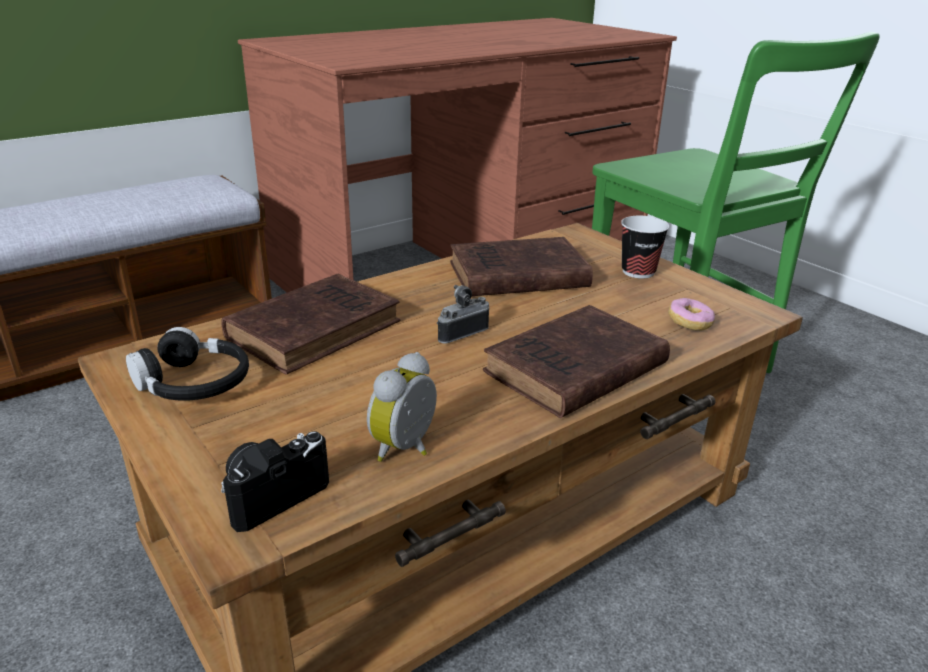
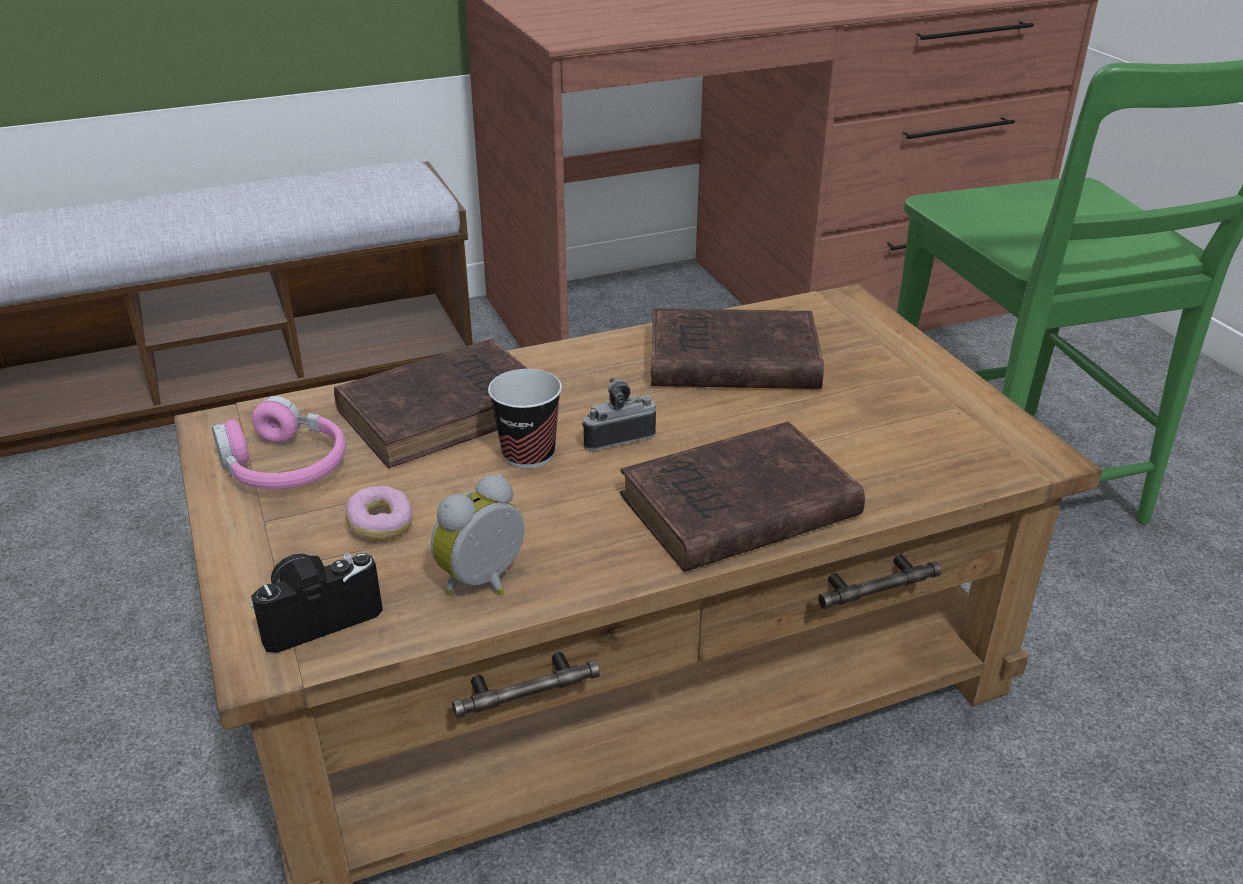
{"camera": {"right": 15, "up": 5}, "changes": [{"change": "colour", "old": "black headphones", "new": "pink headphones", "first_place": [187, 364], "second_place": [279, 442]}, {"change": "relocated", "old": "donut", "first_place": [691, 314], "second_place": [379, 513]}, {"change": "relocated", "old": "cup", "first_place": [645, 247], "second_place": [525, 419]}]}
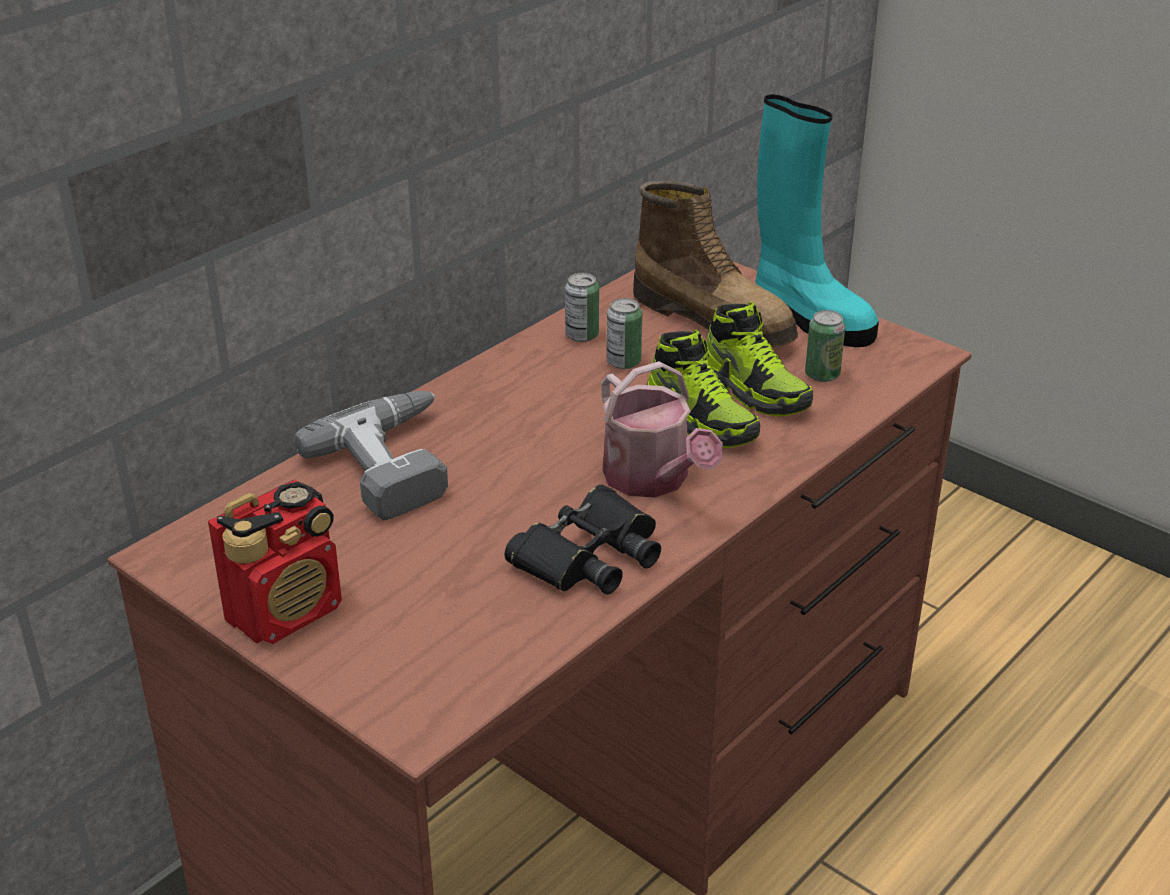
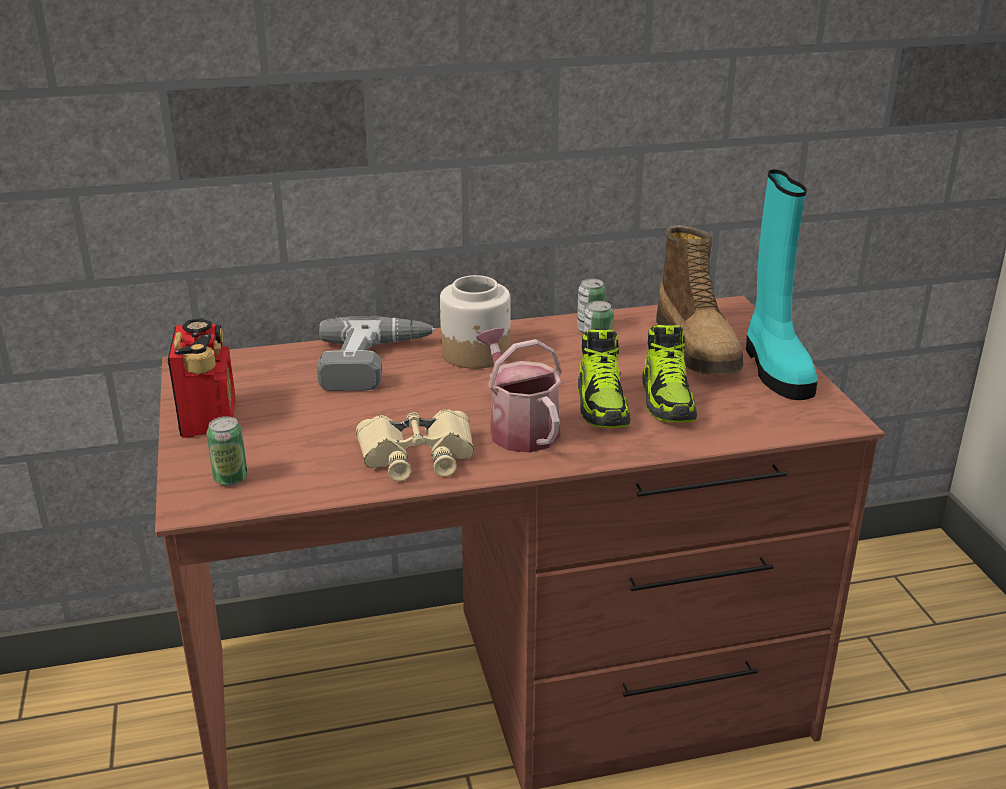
{"camera": {"right": 35, "up": -5}, "changes": [{"change": "spun", "old": "radio", "first_place": [275, 561], "second_place": [201, 378], "degrees": -90}, {"change": "relocated", "old": "can", "first_place": [825, 346], "second_place": [227, 451]}, {"change": "colour", "old": "black binoculars", "new": "beige binoculars", "first_place": [583, 539], "second_place": [415, 445]}, {"change": "appeared", "new": "jar", "second_place": [475, 322]}, {"change": "spun", "old": "watering can", "first_place": [662, 429], "second_place": [519, 390], "degrees": 150}]}
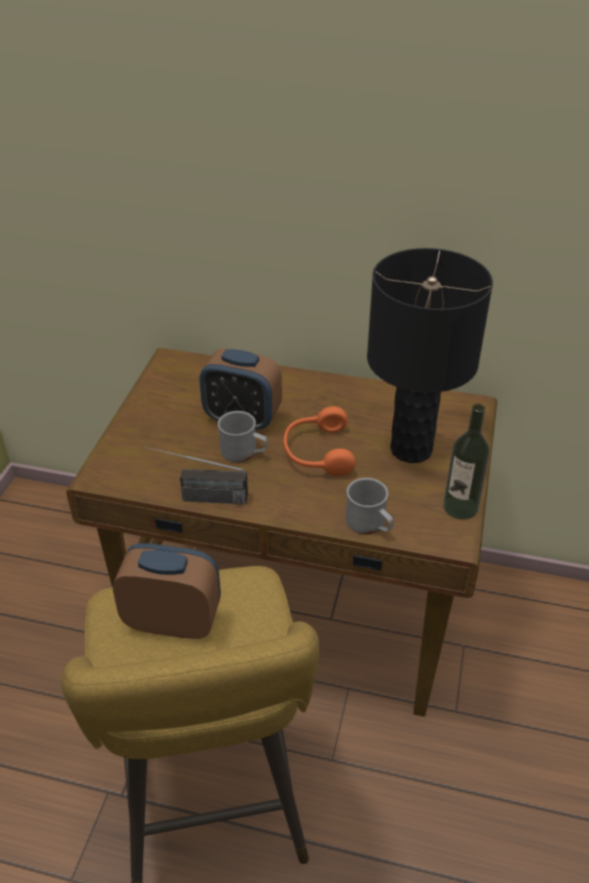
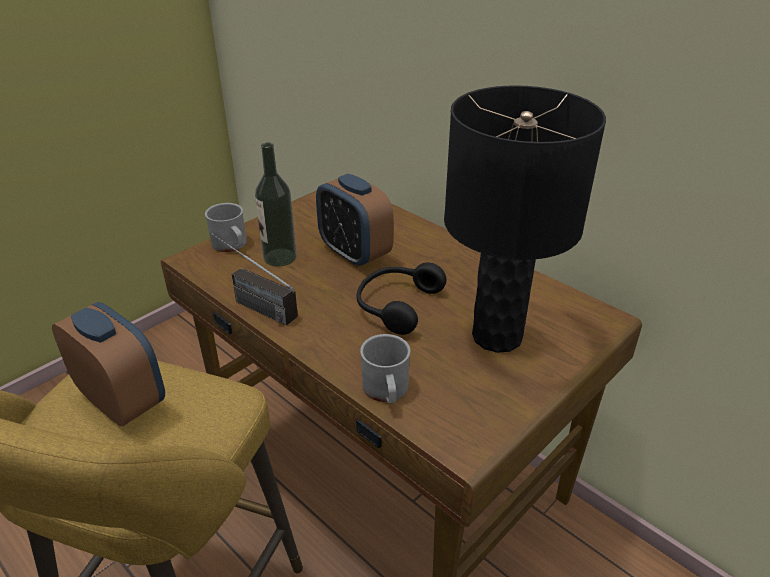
{"camera": {"right": 30, "up": -5}, "changes": [{"change": "relocated", "old": "grey mug", "first_place": [243, 436], "second_place": [226, 227]}, {"change": "relocated", "old": "bottle", "first_place": [466, 462], "second_place": [276, 204]}, {"change": "colour", "old": "orange headphones", "new": "black headphones", "first_place": [319, 441], "second_place": [402, 298]}]}
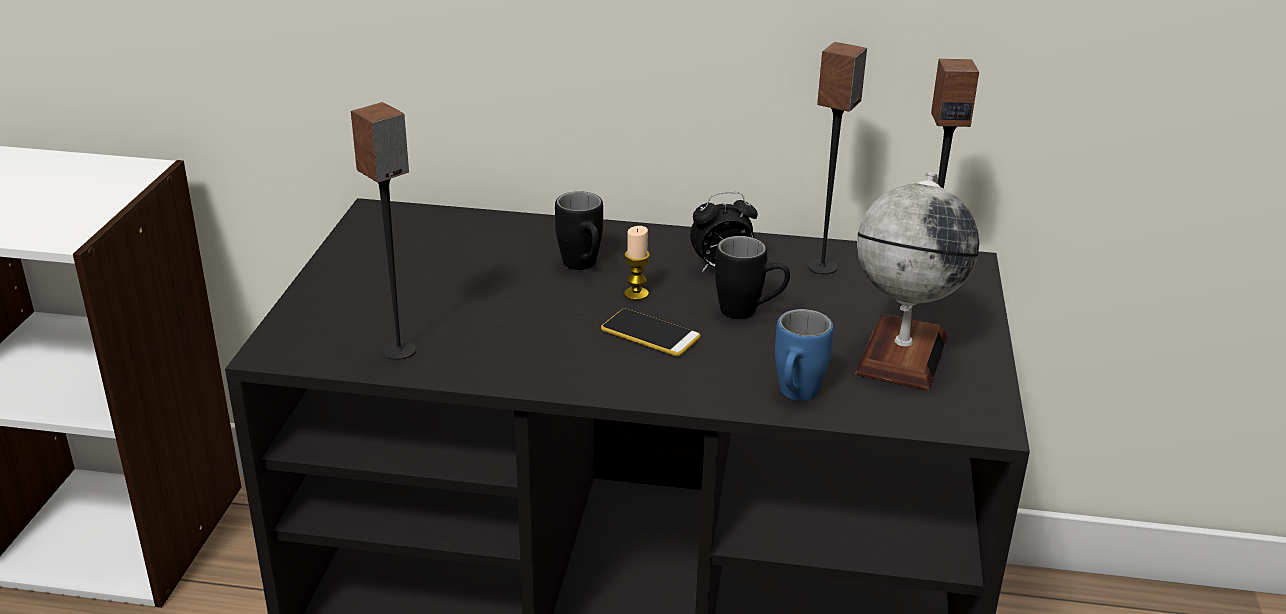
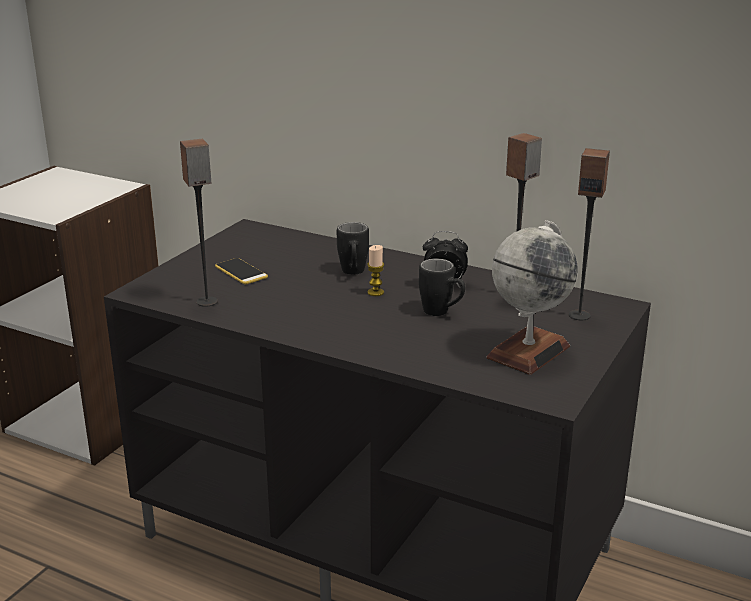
{"camera": {"right": 20, "up": -5}, "changes": [{"change": "relocated", "old": "phone", "first_place": [650, 332], "second_place": [241, 271]}, {"change": "missing", "old": "blue mug", "first_place": [804, 355]}]}
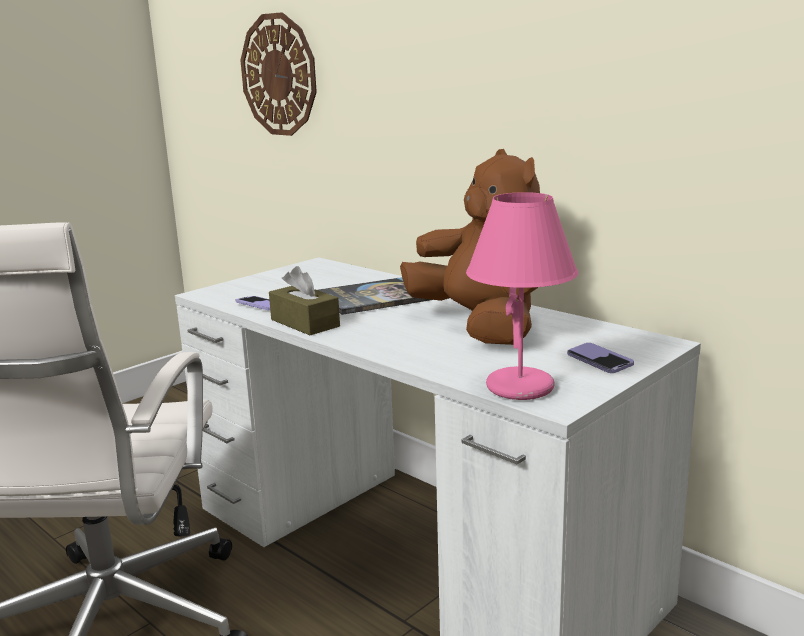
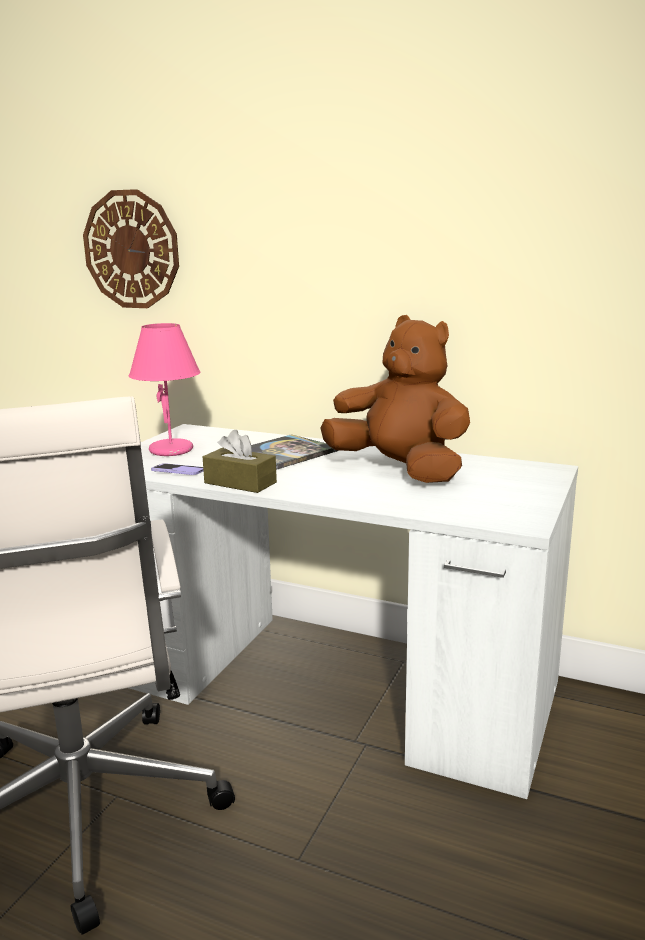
{"camera": {"right": -20, "up": 0}, "changes": [{"change": "relocated", "old": "pink table lamp", "first_place": [522, 296], "second_place": [165, 389]}, {"change": "missing", "old": "phone", "first_place": [600, 358]}]}
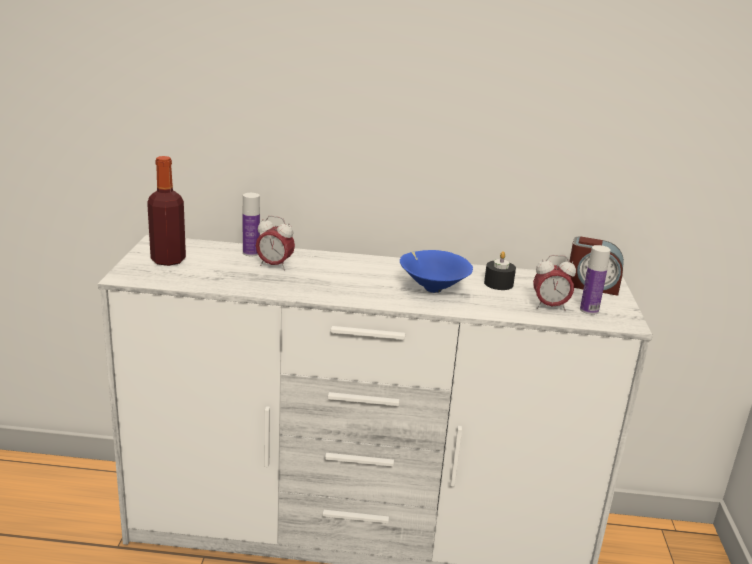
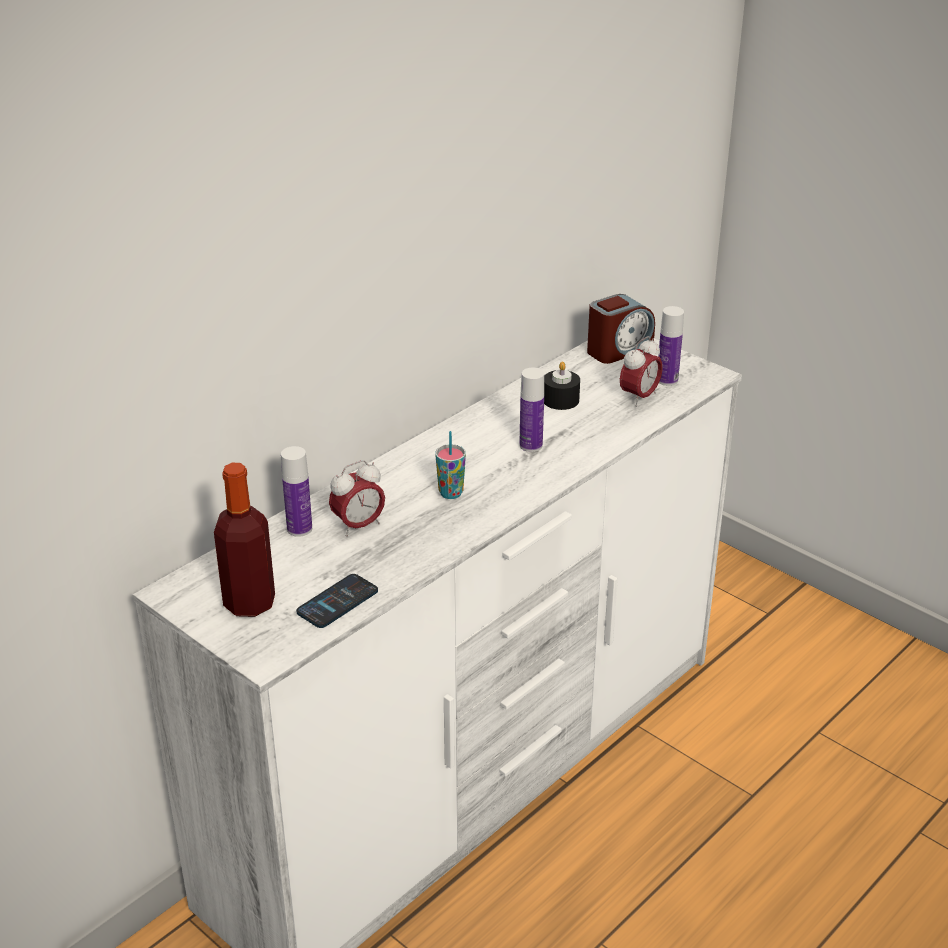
{"camera": {"right": -50, "up": 10}, "changes": [{"change": "appeared", "new": "phone", "second_place": [337, 601]}, {"change": "appeared", "new": "cup", "second_place": [450, 465]}, {"change": "exchanged", "old": "blue bowl", "new": "bottle", "first_place": [436, 271], "second_place": [531, 410]}]}
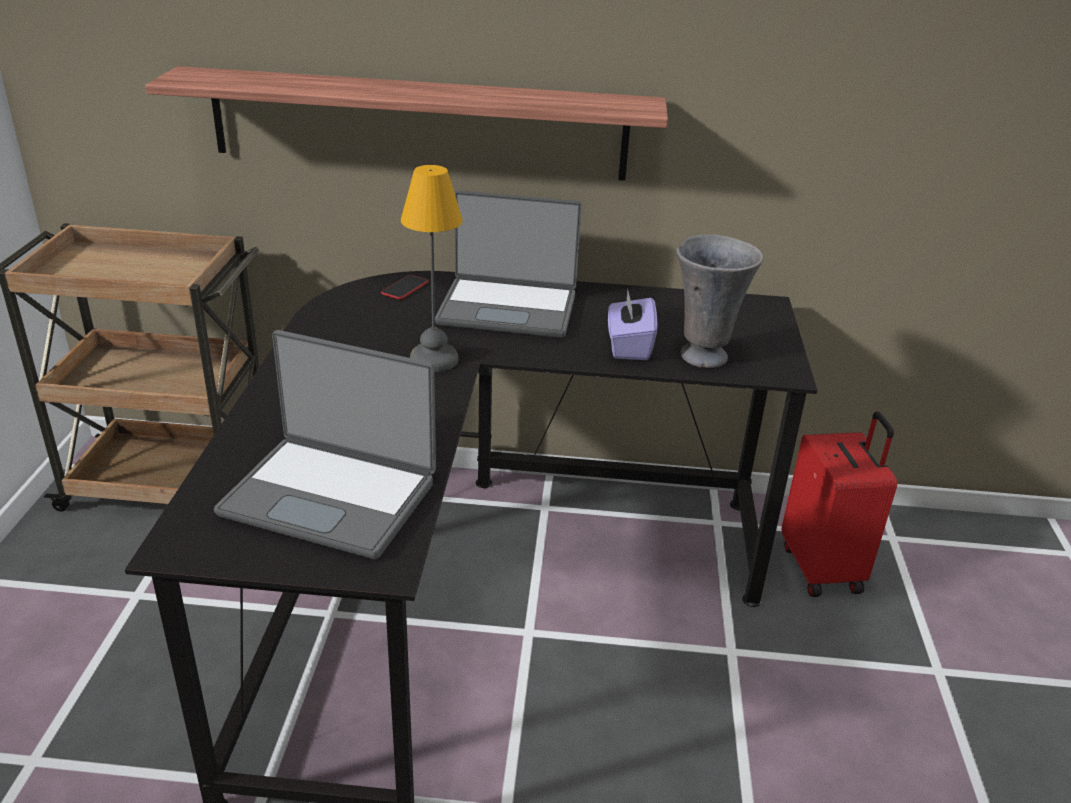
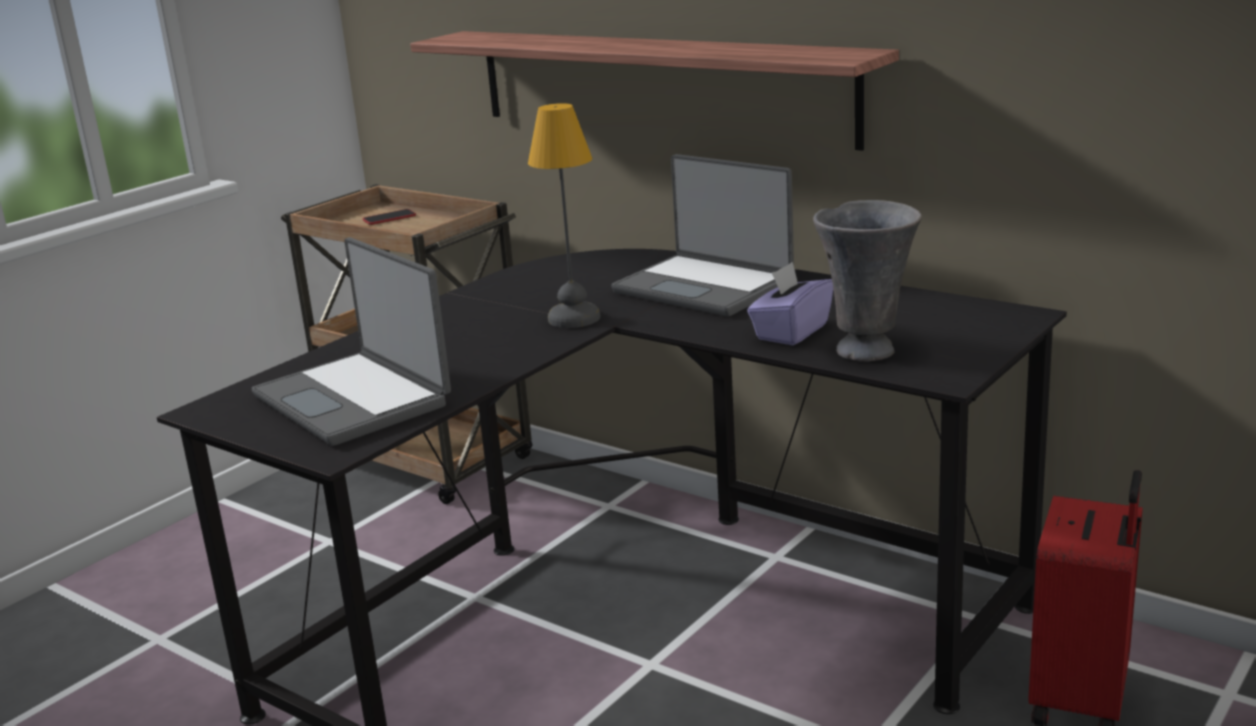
{"camera": {"right": 35, "up": -10}, "changes": [{"change": "relocated", "old": "phone", "first_place": [405, 287], "second_place": [389, 217]}]}
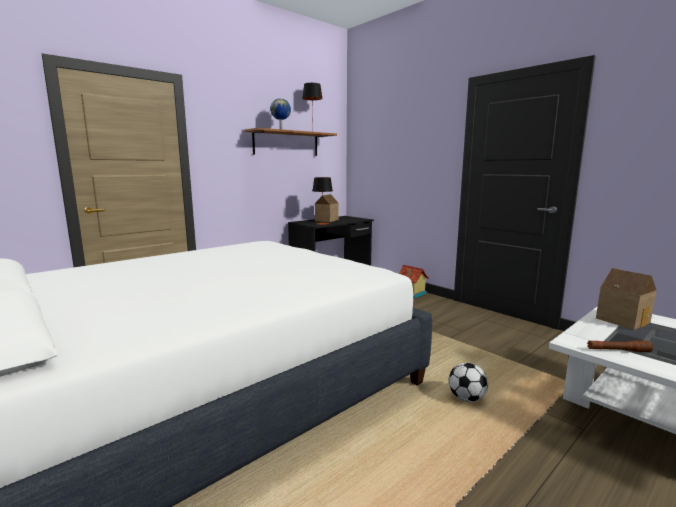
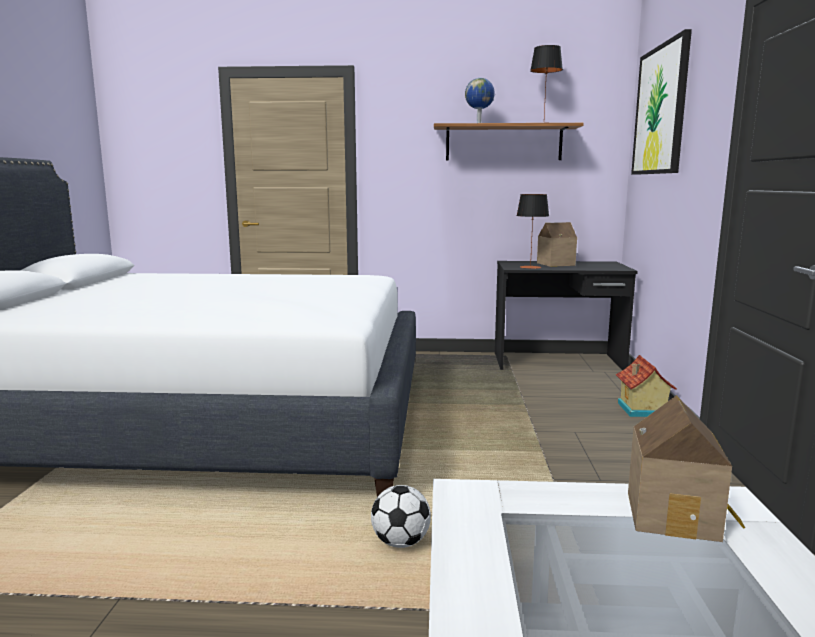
{"camera": {"right": 45, "up": 0}, "changes": [{"change": "appeared", "new": "picture", "second_place": [661, 102]}, {"change": "missing", "old": "brown flashlight", "first_place": [620, 346]}]}
